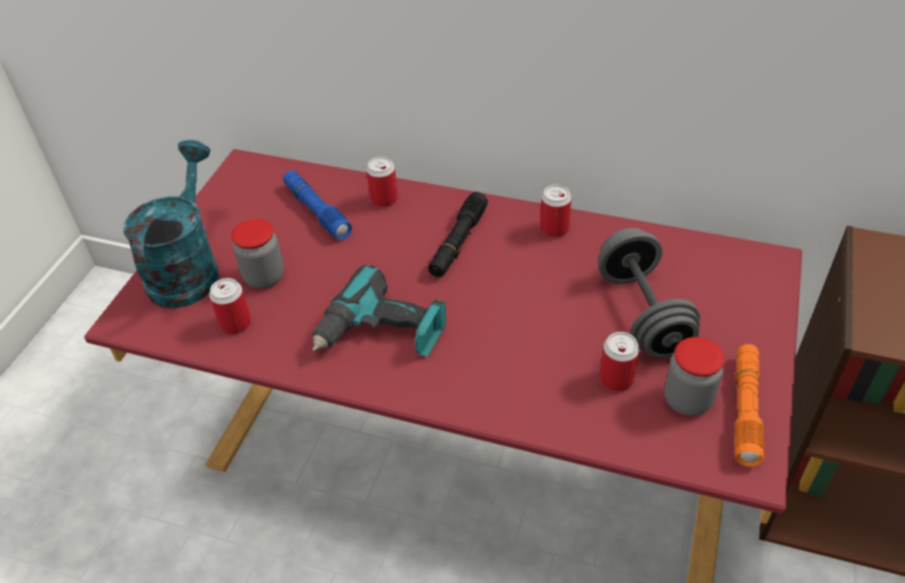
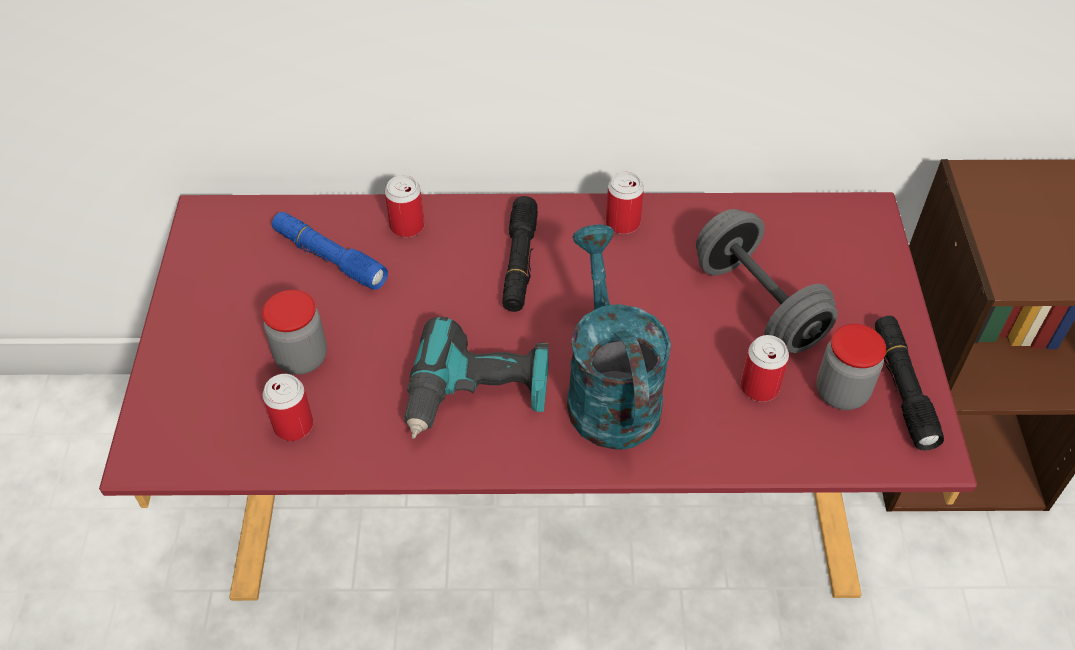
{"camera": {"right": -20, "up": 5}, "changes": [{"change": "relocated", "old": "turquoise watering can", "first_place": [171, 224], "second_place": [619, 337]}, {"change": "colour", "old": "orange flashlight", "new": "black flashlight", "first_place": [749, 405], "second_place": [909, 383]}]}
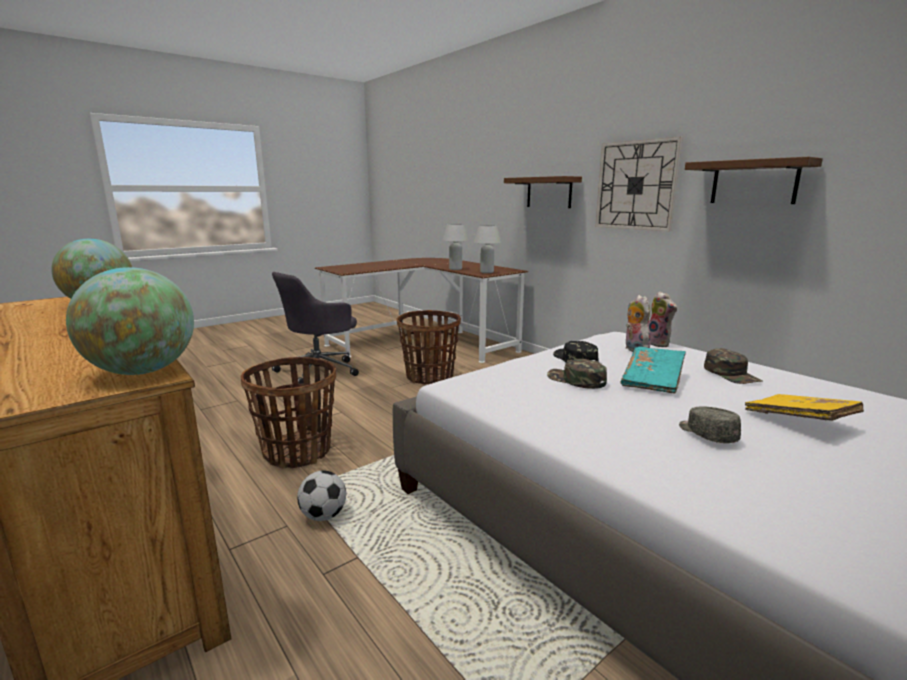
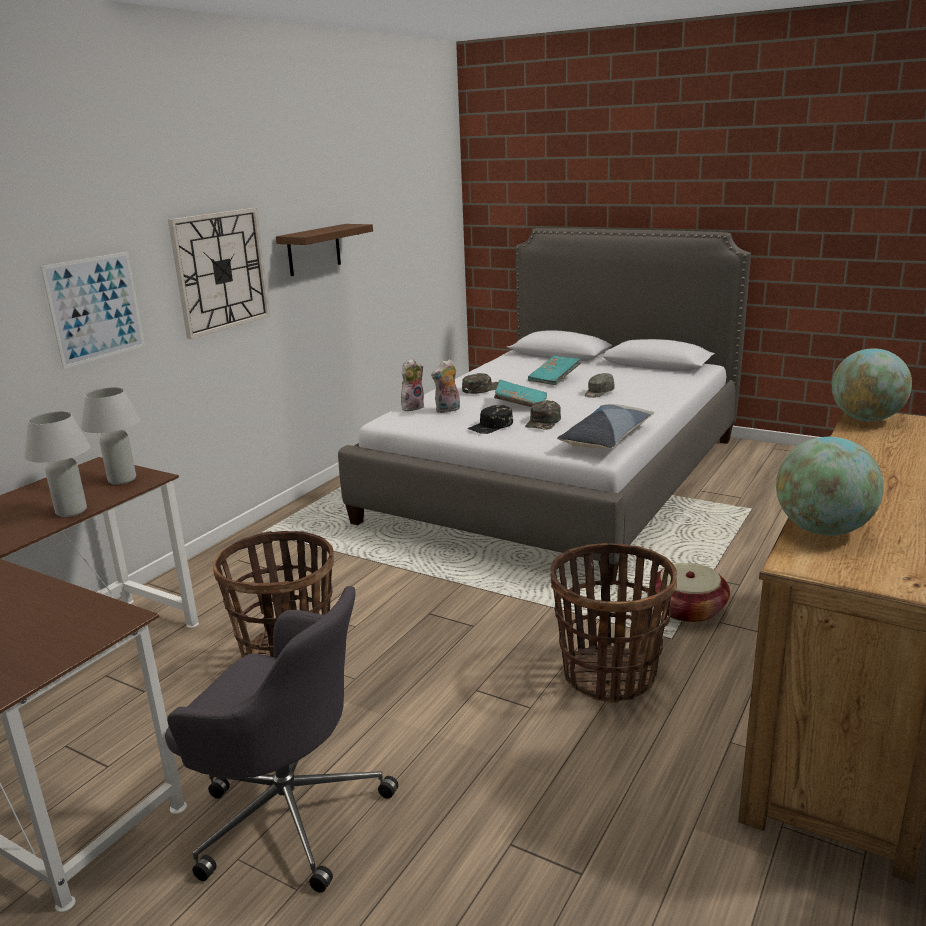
{"camera": {"right": -110, "up": 5}, "changes": [{"change": "exchanged", "old": "brown shelf", "new": "picture", "first_place": [543, 192], "second_place": [92, 310]}, {"change": "colour", "old": "yellow book", "new": "turquoise book", "first_place": [804, 407], "second_place": [554, 370]}, {"change": "appeared", "new": "pillow", "second_place": [605, 426]}, {"change": "exchanged", "old": "football", "new": "basket", "first_place": [321, 496], "second_place": [692, 593]}]}
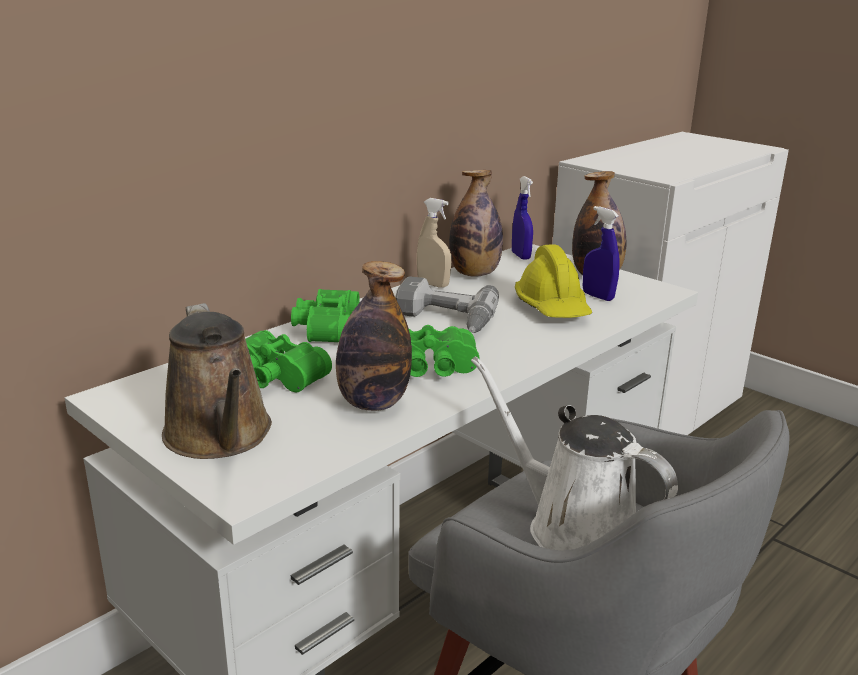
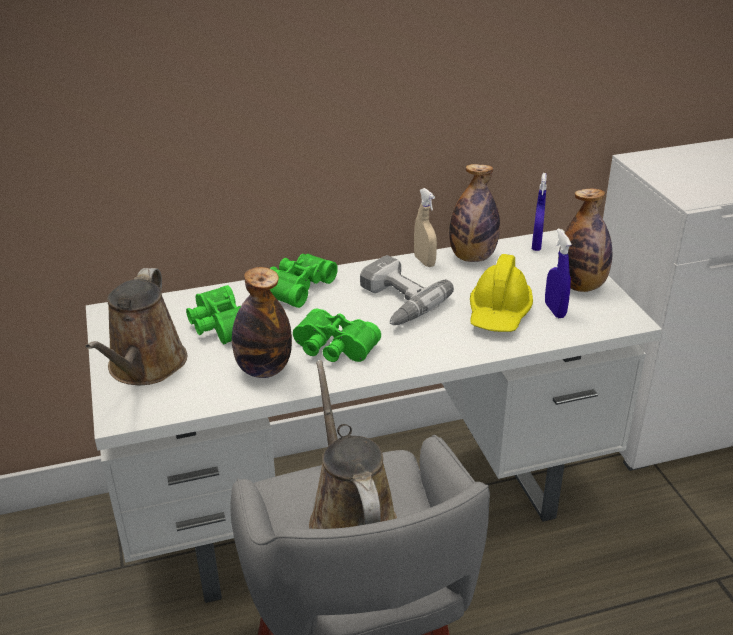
{"camera": {"right": 30, "up": 10}, "changes": [{"change": "colour", "old": "white watering can", "new": "brown watering can", "first_place": [574, 453], "second_place": [353, 444]}]}
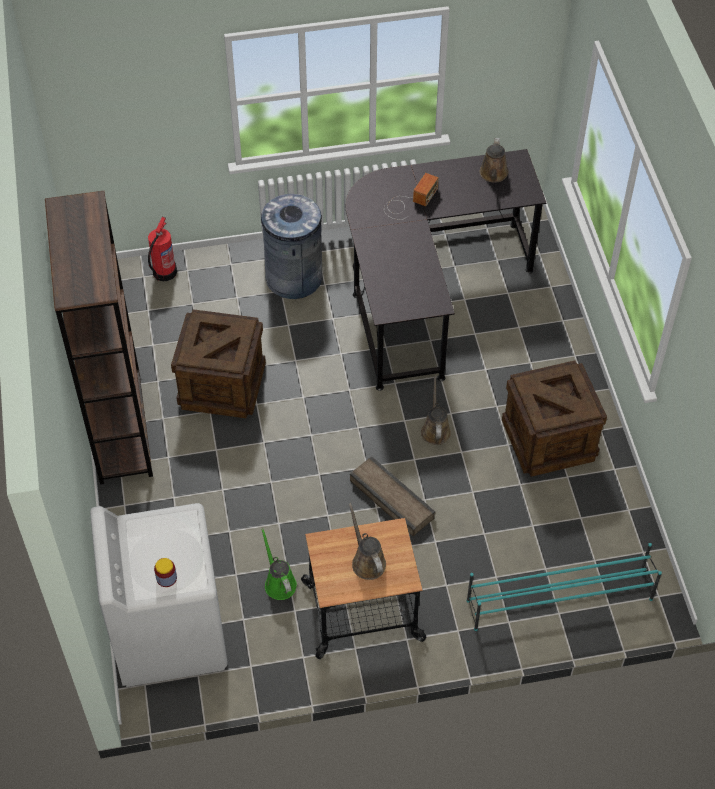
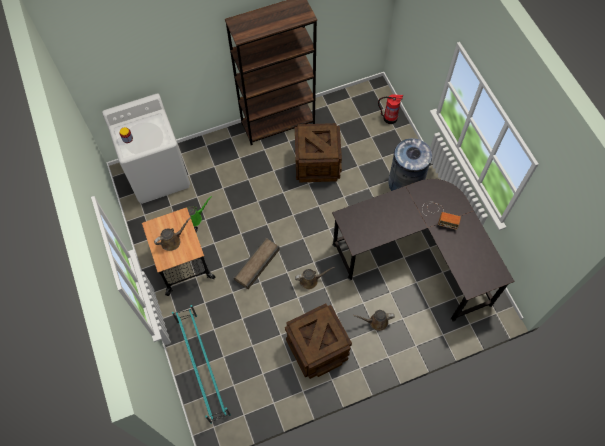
{"camera": {"right": 80, "up": 10}, "changes": [{"change": "relocated", "old": "brown watering can", "first_place": [494, 160], "second_place": [374, 320]}]}
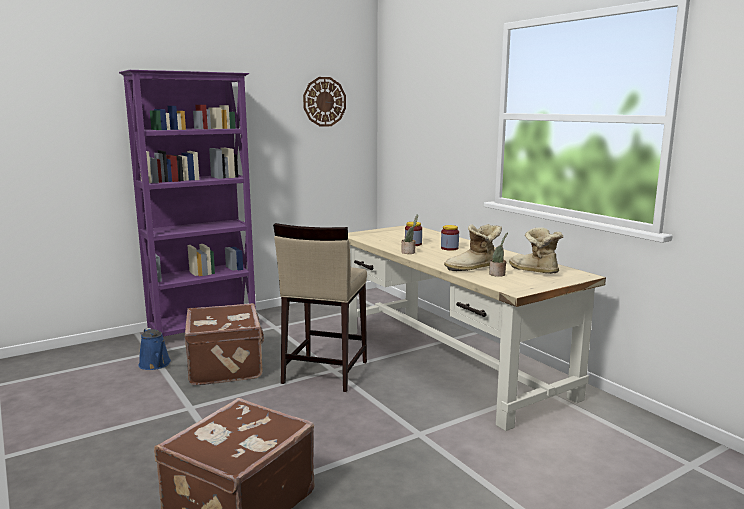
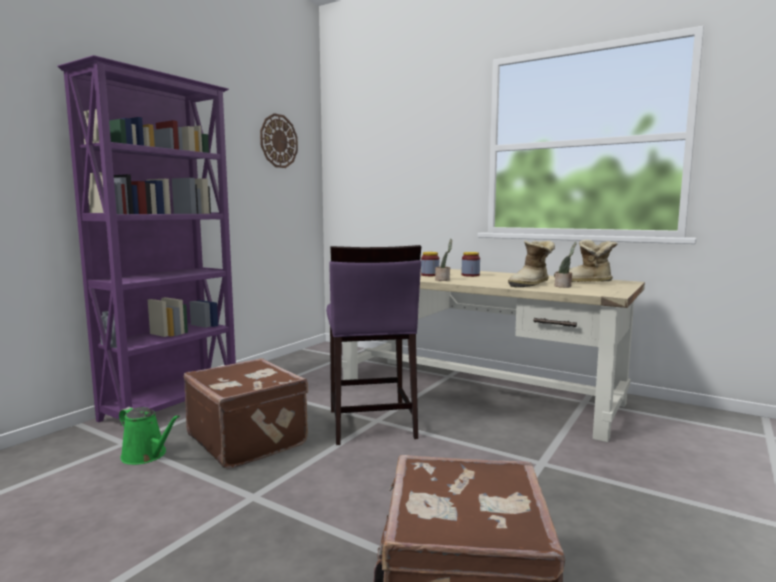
{"camera": {"right": -25, "up": -5}, "changes": [{"change": "colour", "old": "blue watering can", "new": "green watering can", "first_place": [155, 349], "second_place": [149, 436]}, {"change": "colour", "old": "beige stool", "new": "purple stool", "first_place": [320, 307], "second_place": [373, 345]}]}
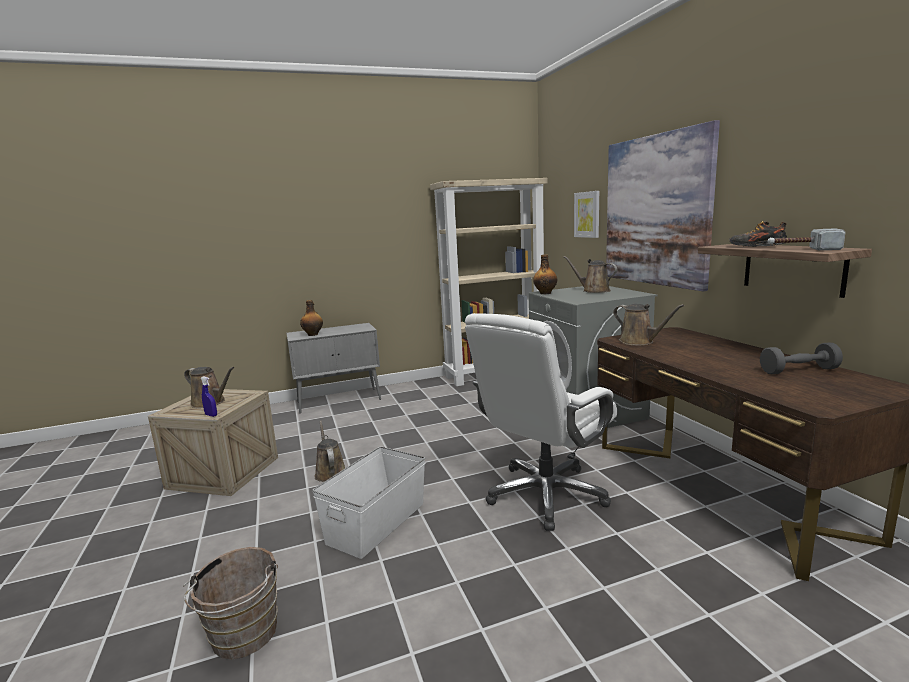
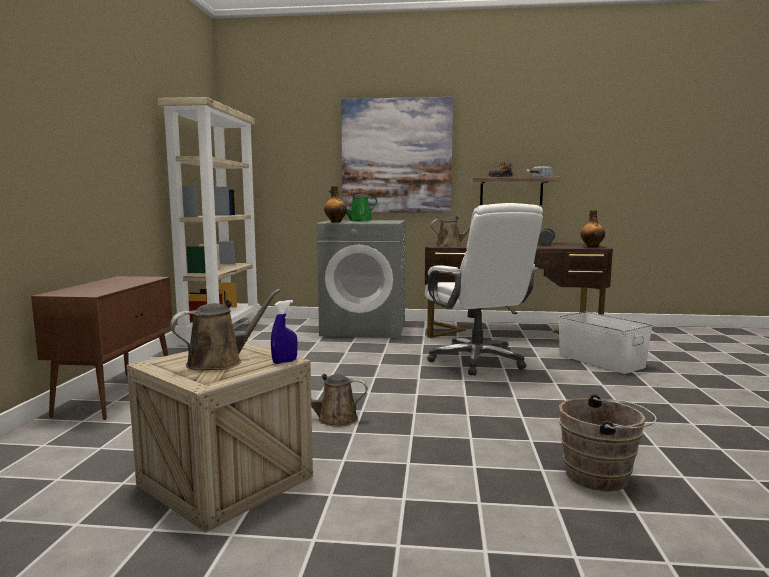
{"camera": {"right": -65, "up": -5}, "changes": [{"change": "colour", "old": "grey cabinet", "new": "brown cabinet", "first_place": [334, 368], "second_place": [101, 348]}, {"change": "colour", "old": "brown watering can", "new": "green watering can", "first_place": [590, 274], "second_place": [352, 206]}, {"change": "relocated", "old": "white storage box", "first_place": [368, 502], "second_place": [605, 343]}, {"change": "relocated", "old": "bottle", "first_place": [311, 318], "second_place": [592, 228]}, {"change": "missing", "old": "picture", "first_place": [586, 214]}]}
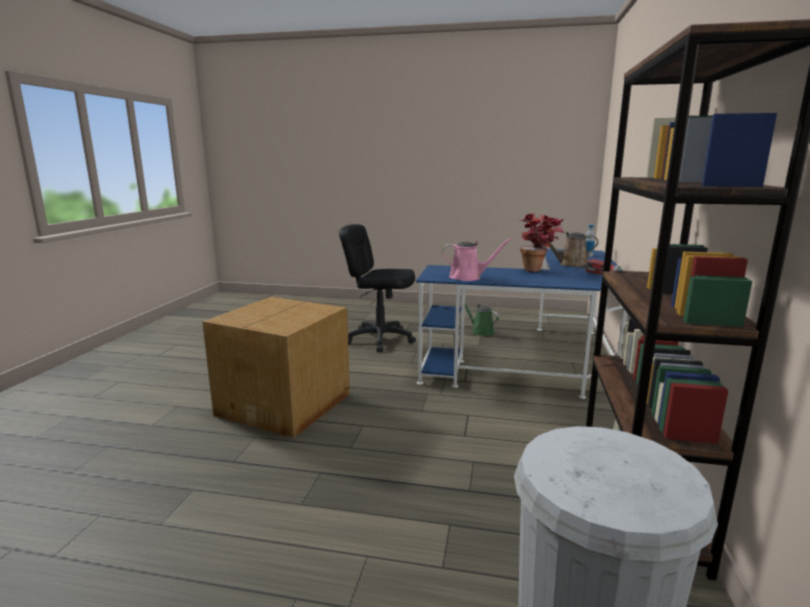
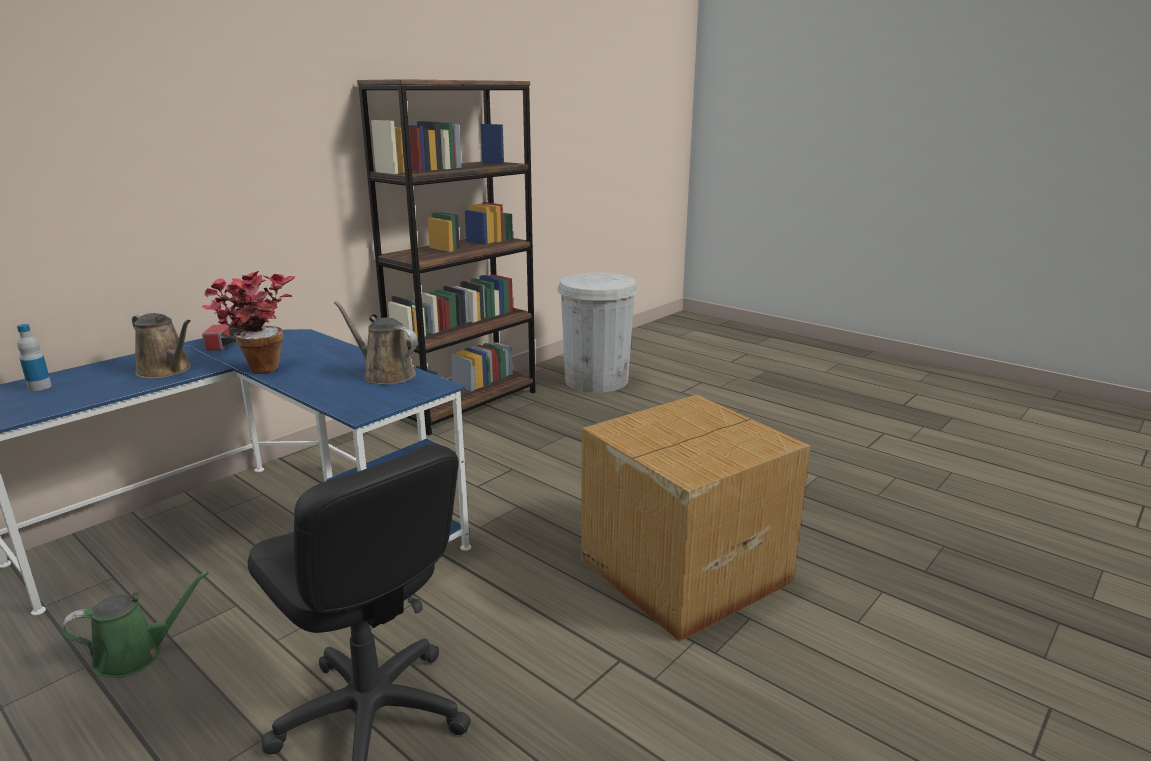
{"camera": {"right": -150, "up": 5}, "changes": [{"change": "spun", "old": "green watering can", "first_place": [480, 316], "second_place": [135, 624], "degrees": -105}, {"change": "colour", "old": "pink watering can", "new": "brown watering can", "first_place": [477, 259], "second_place": [376, 343]}]}
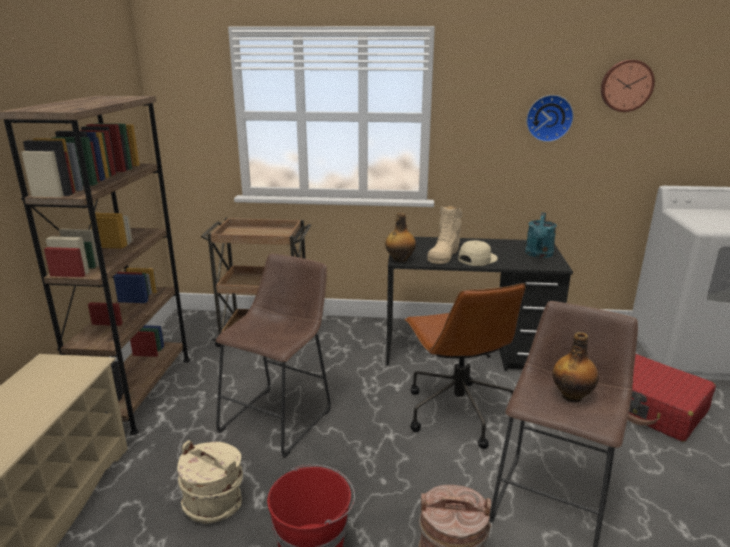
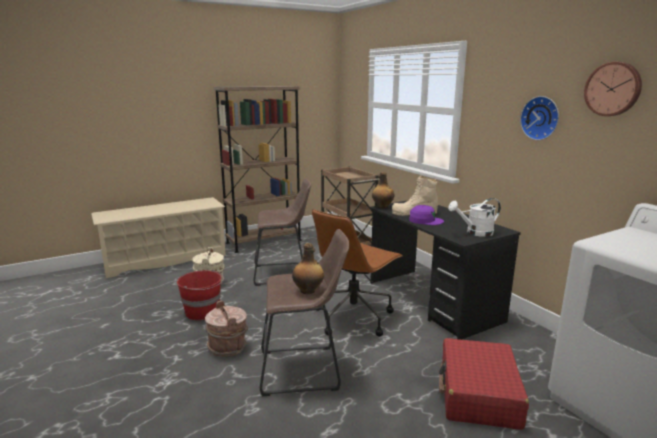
{"camera": {"right": 55, "up": -5}, "changes": [{"change": "colour", "old": "beige cap", "new": "purple cap", "first_place": [478, 253], "second_place": [426, 215]}, {"change": "colour", "old": "turquoise watering can", "new": "white watering can", "first_place": [541, 235], "second_place": [474, 217]}]}
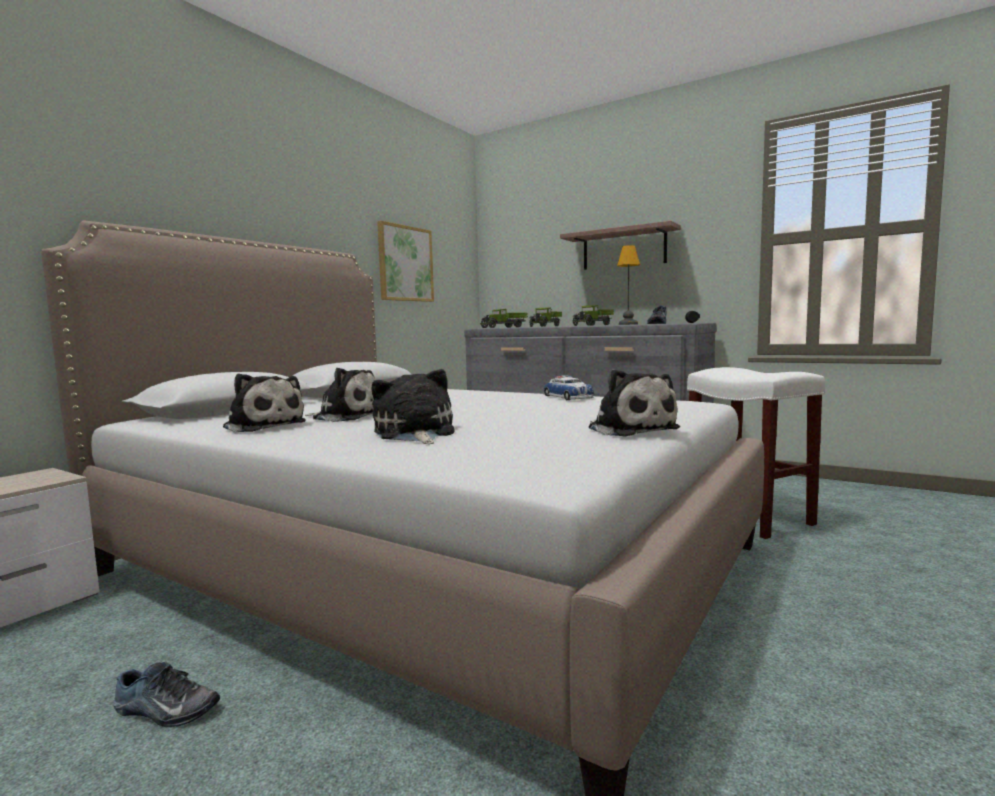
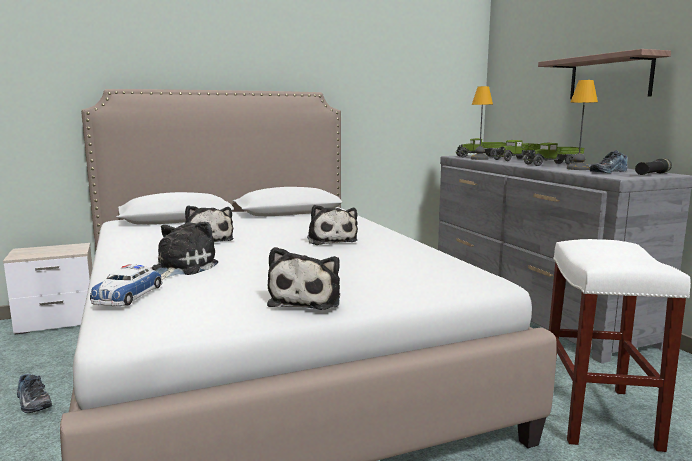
{"camera": {"right": 35, "up": 5}, "changes": [{"change": "relocated", "old": "toy car", "first_place": [568, 387], "second_place": [126, 285]}, {"change": "relocated", "old": "plush toy", "first_place": [264, 403], "second_place": [332, 225]}, {"change": "appeared", "new": "table lamp", "second_place": [482, 123]}, {"change": "missing", "old": "picture", "first_place": [405, 261]}]}
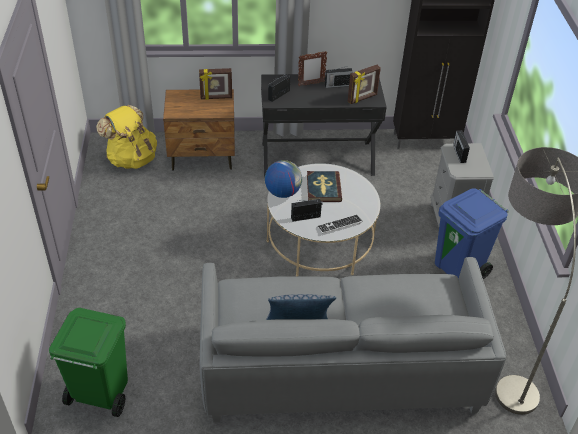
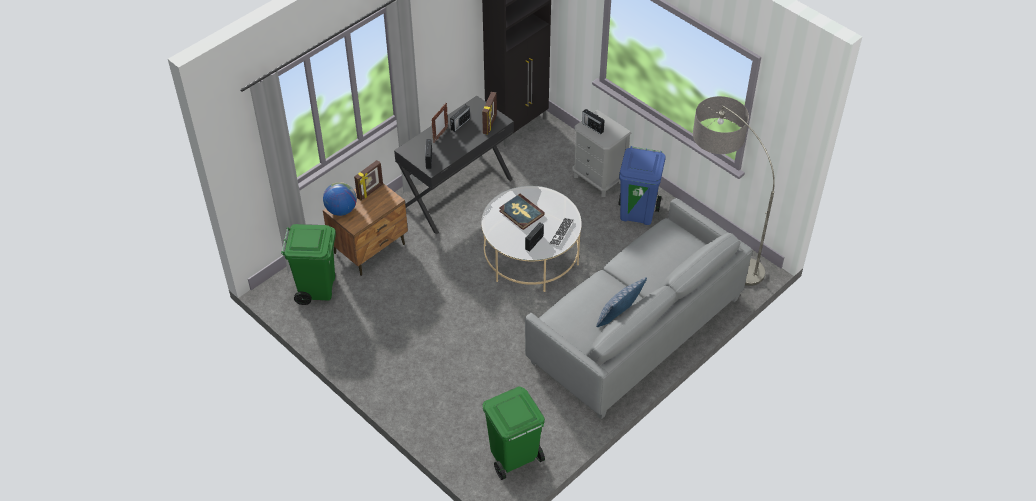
{"camera": {"right": -40, "up": 5}, "changes": [{"change": "exchanged", "old": "yellow backpack", "new": "green trash can", "first_place": [126, 137], "second_place": [308, 264]}, {"change": "relocated", "old": "globe", "first_place": [283, 179], "second_place": [340, 199]}]}
